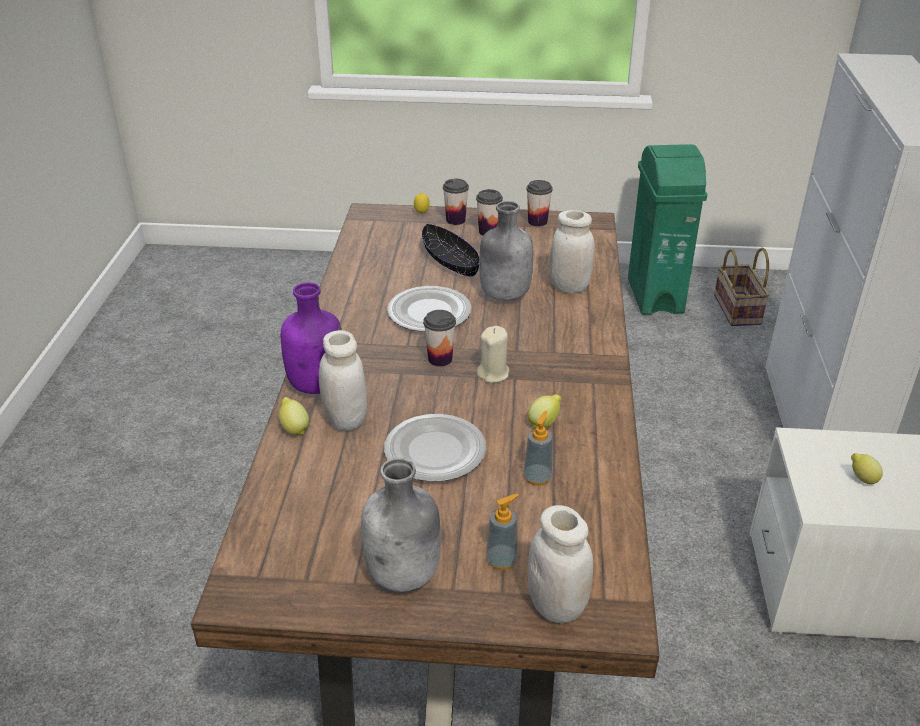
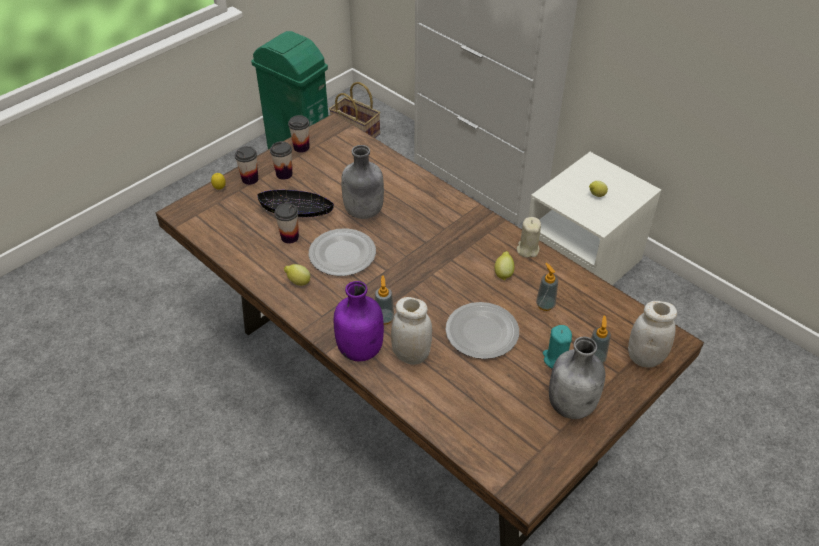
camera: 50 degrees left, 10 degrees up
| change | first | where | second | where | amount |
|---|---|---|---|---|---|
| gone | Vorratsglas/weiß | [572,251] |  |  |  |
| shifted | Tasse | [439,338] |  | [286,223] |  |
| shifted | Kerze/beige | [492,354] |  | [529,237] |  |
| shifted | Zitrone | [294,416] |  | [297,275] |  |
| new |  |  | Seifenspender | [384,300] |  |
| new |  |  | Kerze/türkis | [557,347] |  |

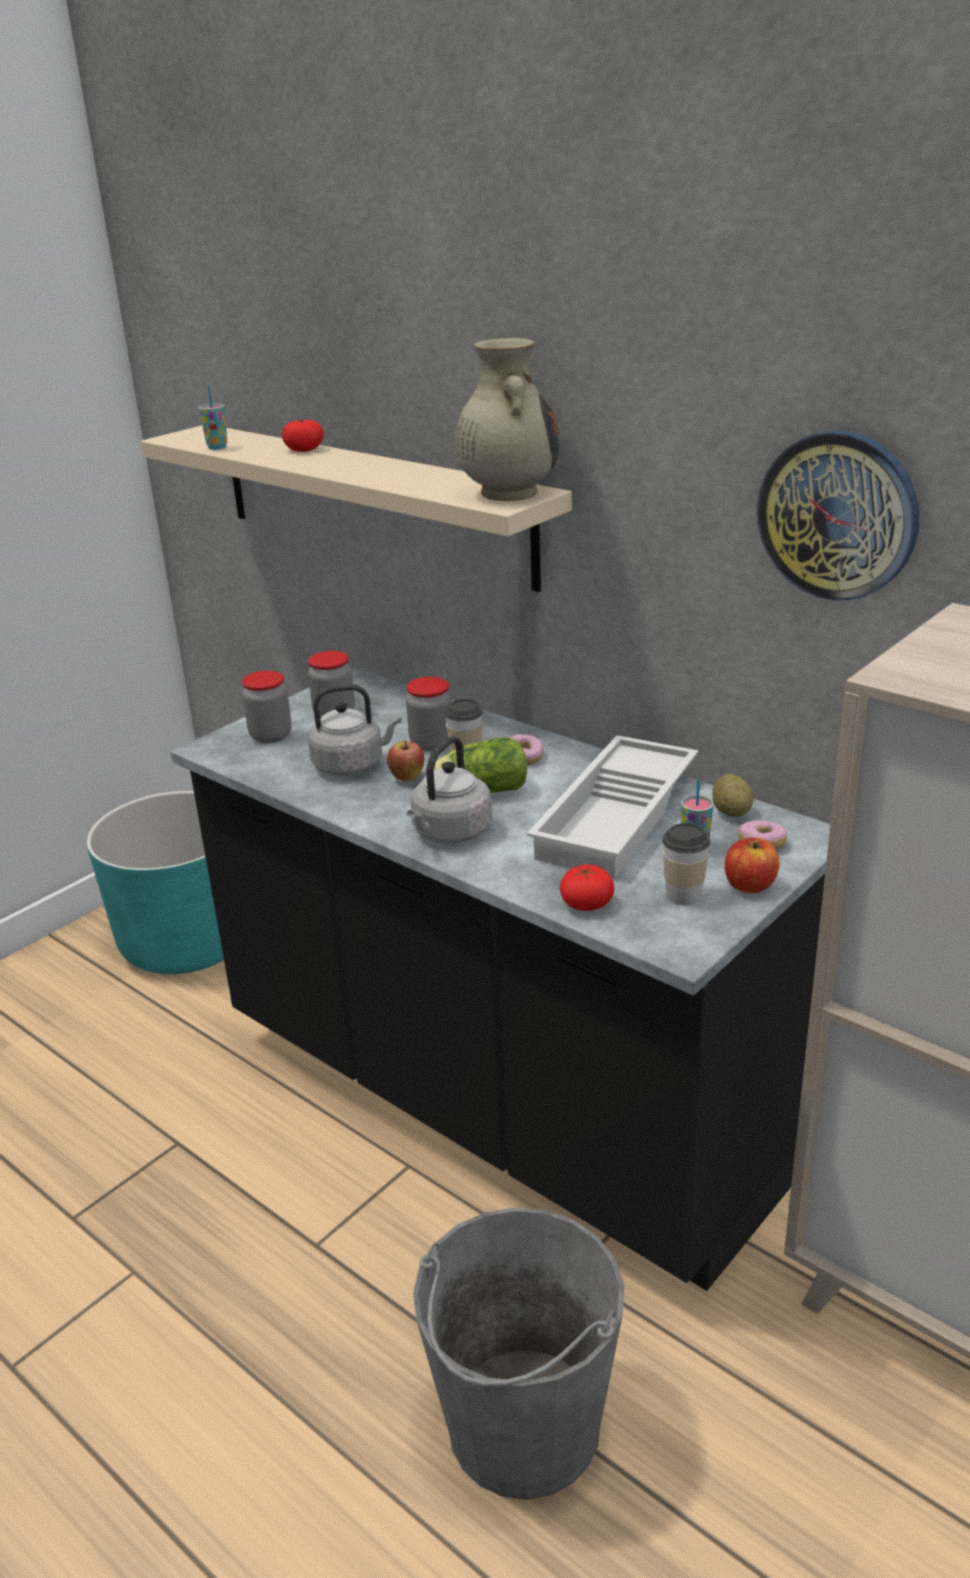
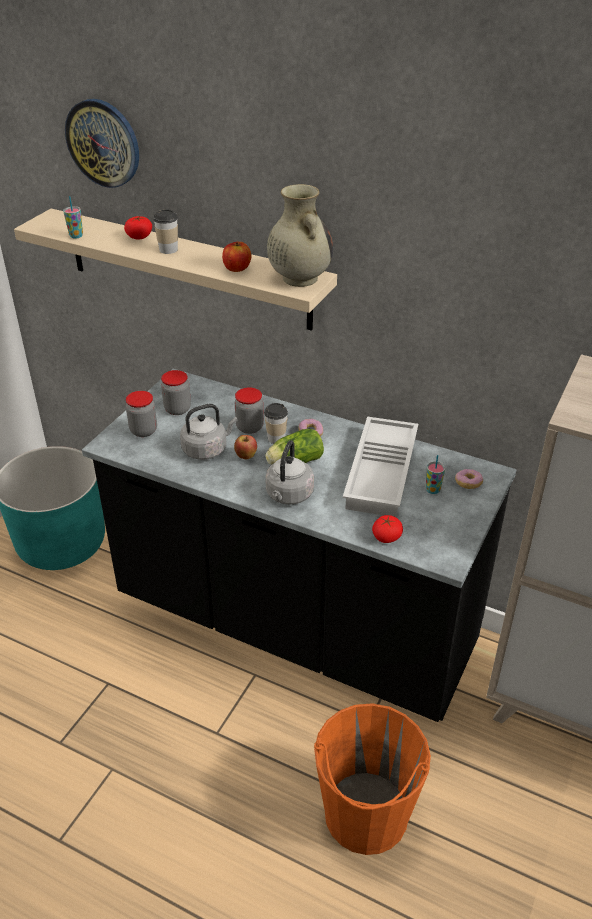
camera: 15 degrees left, 10 degrees up
| change | first | where | second | where | amount |
|---|---|---|---|---|---|
| shifted | Wanduhr | [838,515] |  | [102,143] |  |
| gone | Kartoffel | [733,795] |  |  |  |
| shifted | Tasse | [686,864] |  | [165,232] |  |
| shifted | Apfel | [752,865] |  | [236,257] |  |
| repainted | Eimer/grau | [518,1353] | Eimer/orange | [372,779] |  |

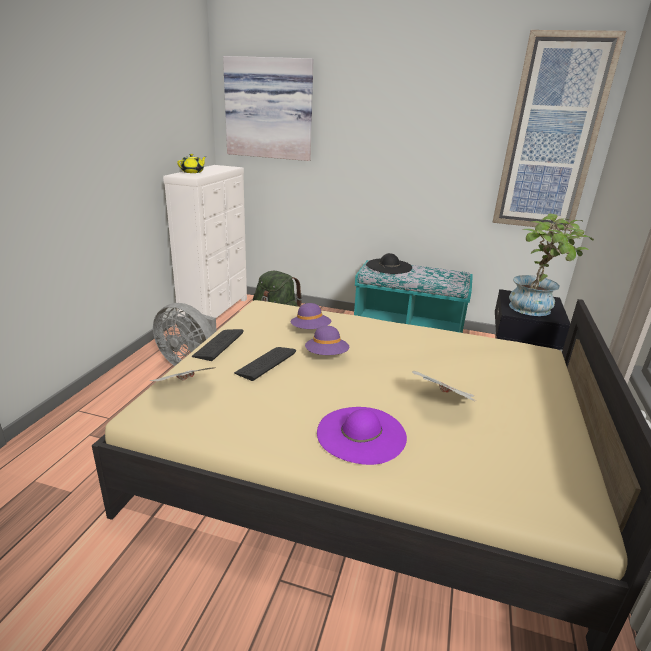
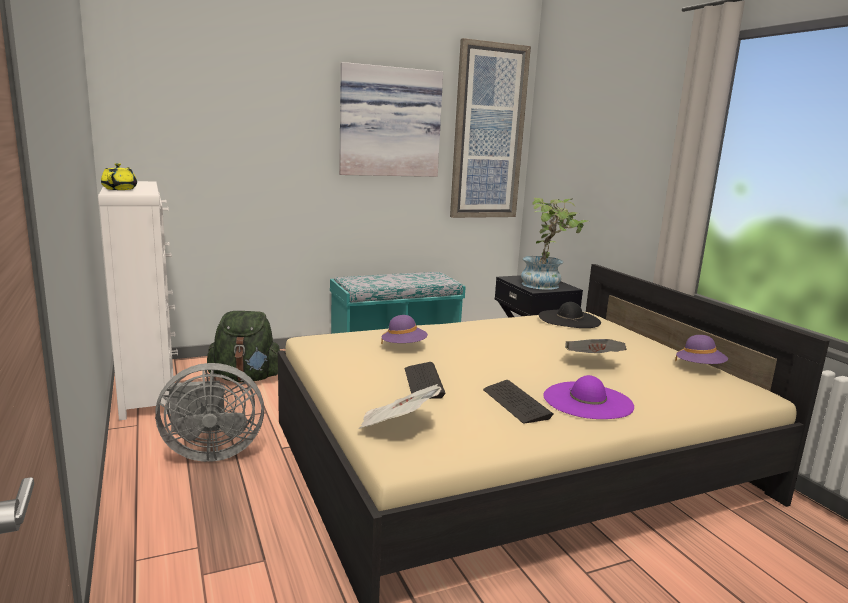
camera: 40 degrees left, 10 degrees down
| change | first | where | second | where | amount |
|---|---|---|---|---|---|
| shifted | Bild | [268,108] |  | [391,119] |  |
| shifted | Hut/schwarz | [389,263] |  | [570,315] |  |
| shifted | Hut/lila | [327,340] |  | [701,349] |  |
| shifted | Tastatur | [217,345] |  | [518,401] |  |

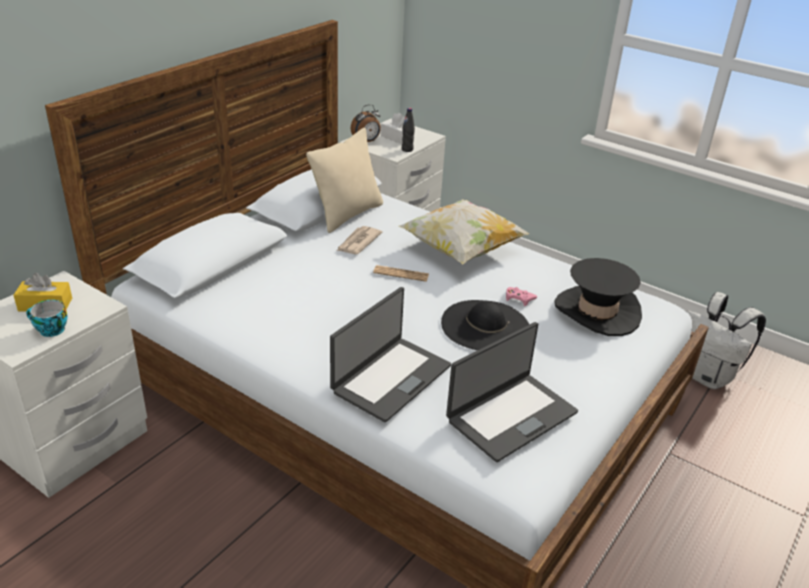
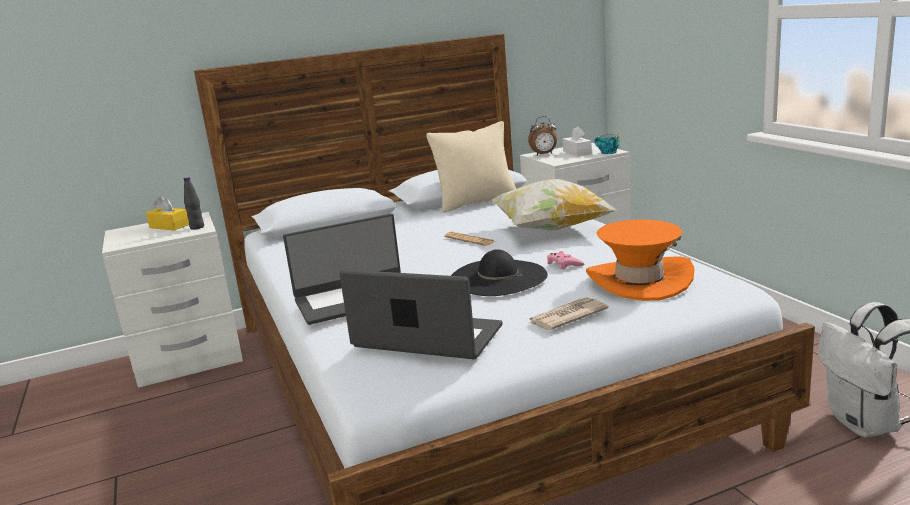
camera: 35 degrees right, 15 degrees down
| change | first | where | second | where | amount |
|---|---|---|---|---|---|
| shifted | Flasche/schwarz | [408,130] |  | [194,203] |  |
| shifted | Zeitung | [359,240] |  | [569,313] |  |
| repainted | Hut/schwarz | [598,297] | Hut/orange | [640,260] |  |
| shifted | Tasse | [47,318] |  | [607,144] |  |
| rotated | Laptop | [512,392] |  | [421,314] | 150 degrees counterclockwise |

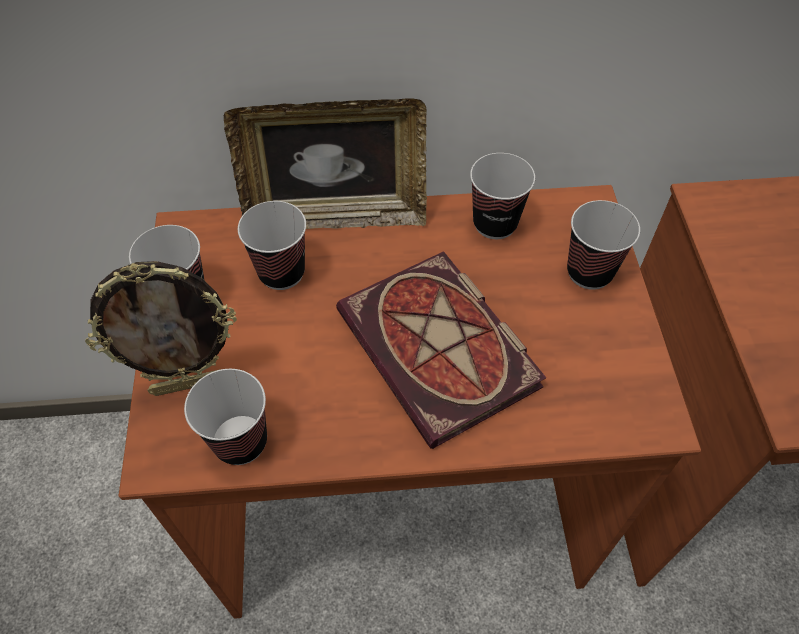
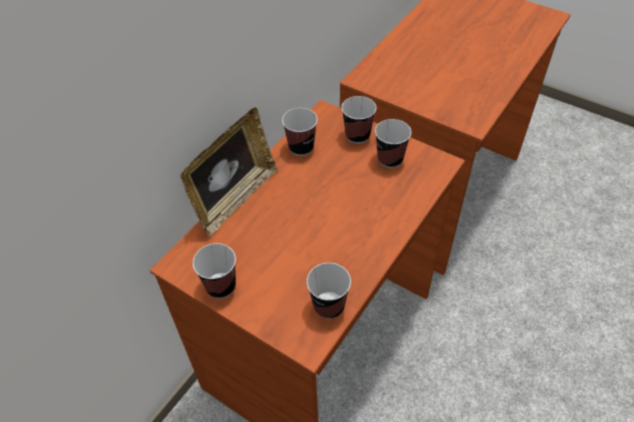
camera: 50 degrees left, 5 degrees down
| change | first | where | second | where | amount |
|---|---|---|---|---|---|
| shifted | Tasse | [272,245] |  | [393,143] |  |
| gone | Buch | [441,350] |  |  |  |
| gone | Bilderrahmen | [161,328] |  |  |  |

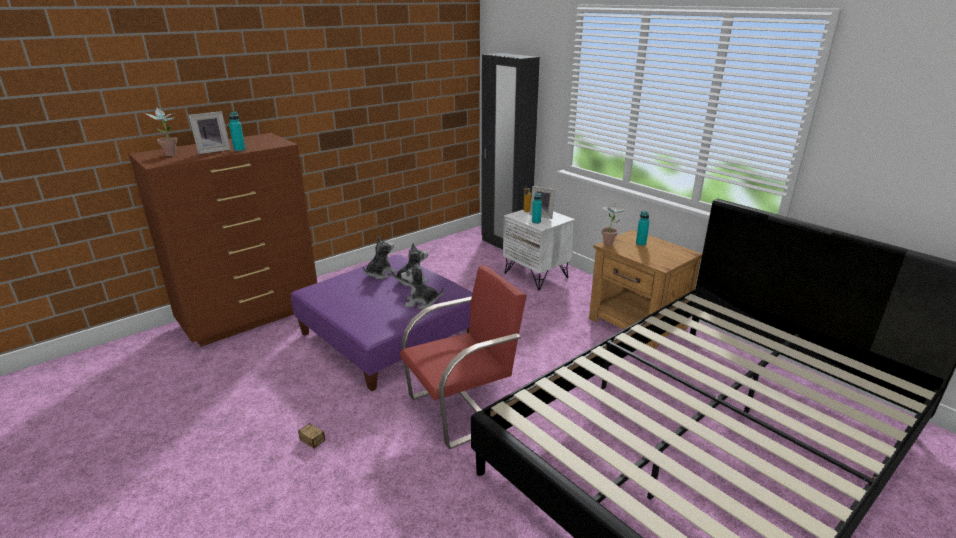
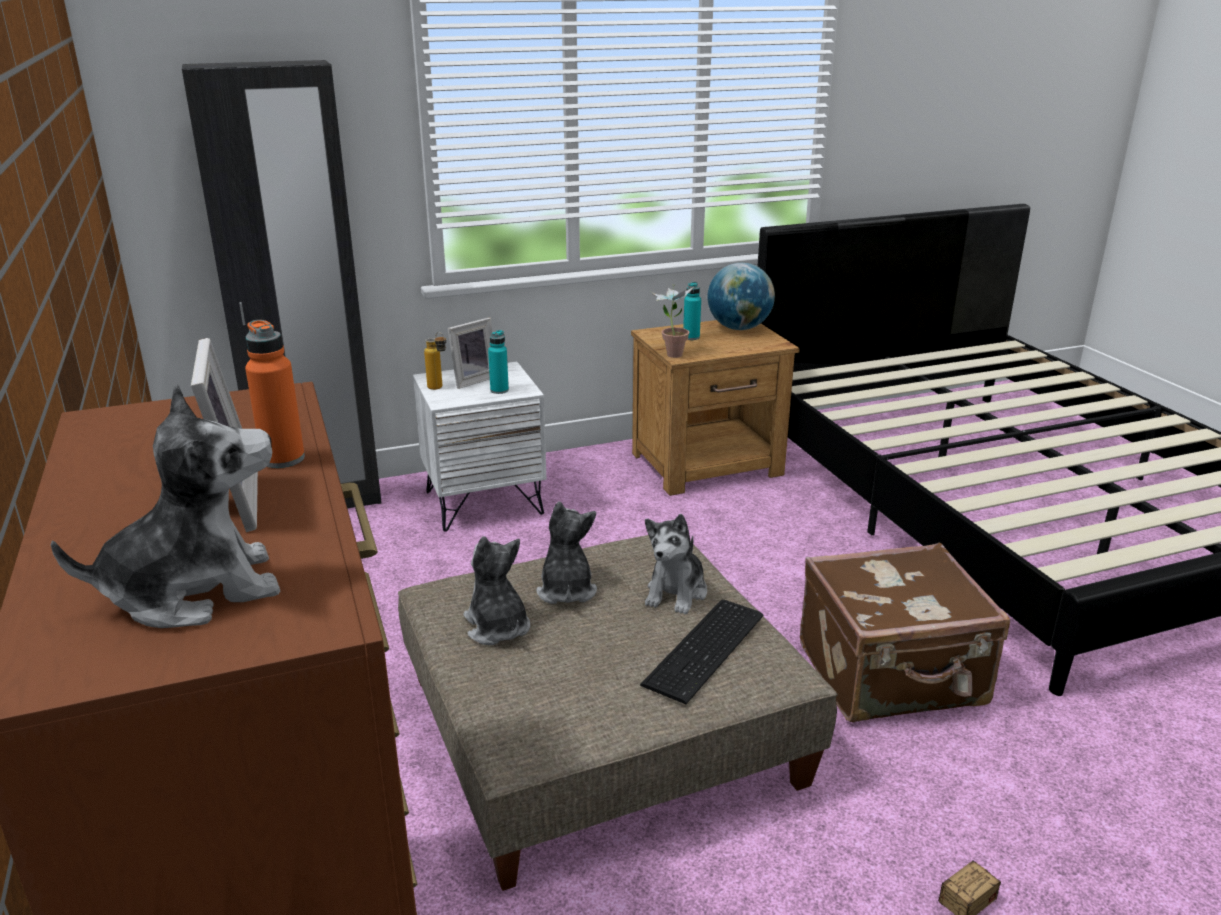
camera: 70 degrees left, 0 degrees up
| change | first | where | second | where | amount |
|---|---|---|---|---|---|
| swapped | Topfpflanze | [161,132] | Plüschtier | [166,506] |  |
| repainted | Flasche/türkis | [237,132] | Flasche/orange | [275,394] |  |
| repainted | Polsterhocker/lila | [381,323] | Polsterhocker/beige | [618,713] |  |
| swapped | Stuhl/rot | [463,357] | Koffer/braun | [905,632] |  |
| new |  |  | Globus | [741,296] |  |
| new |  |  | Tastatur | [701,652] |  |

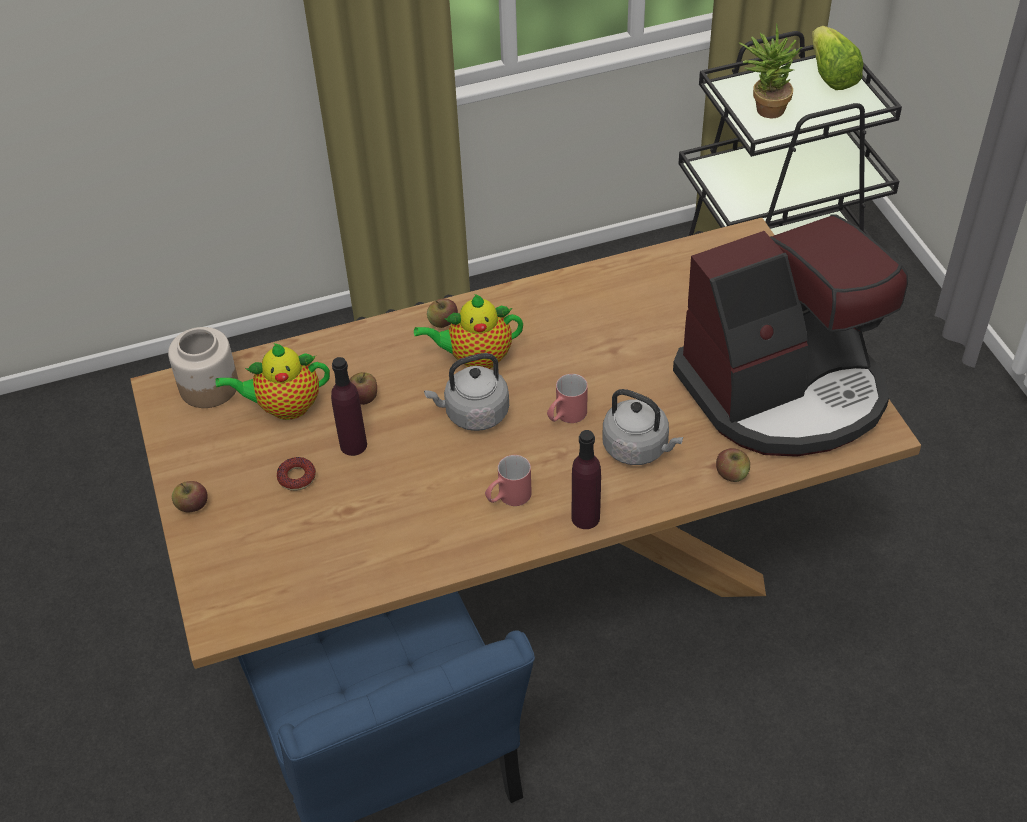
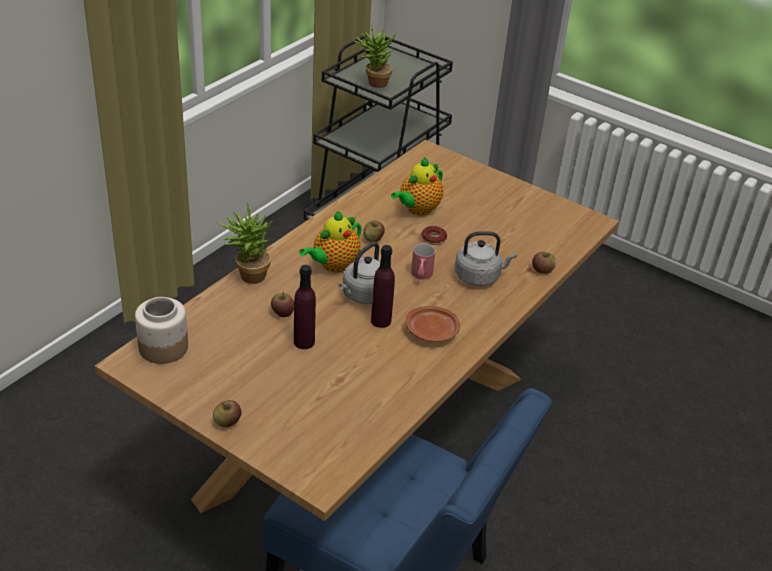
camera: 40 degrees left, 10 degrees down
| change | first | where | second | where | amount |
|---|---|---|---|---|---|
| gone | Salatkopf | [838,58] |  |  |  |
| gone | Kaffeemaschine | [790,335] |  |  |  |
| shifted | Apfel | [442,313] |  | [374,232] |  |
| shifted | Teekanne | [272,381] |  | [417,186] |  |
| shifted | Flasche/lila | [586,479] |  | [383,286] |  |
| swapped | Henkelbecher/rot | [508,480] | Teller/braun | [432,324] |  |
| shifted | Donut | [296,474] |  | [434,235] |  |
| new |  |  | Topfpflanze | [244,243] |  |

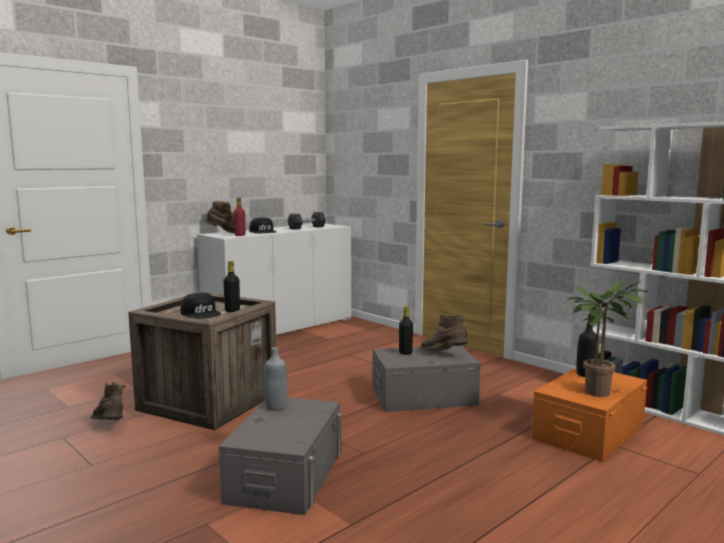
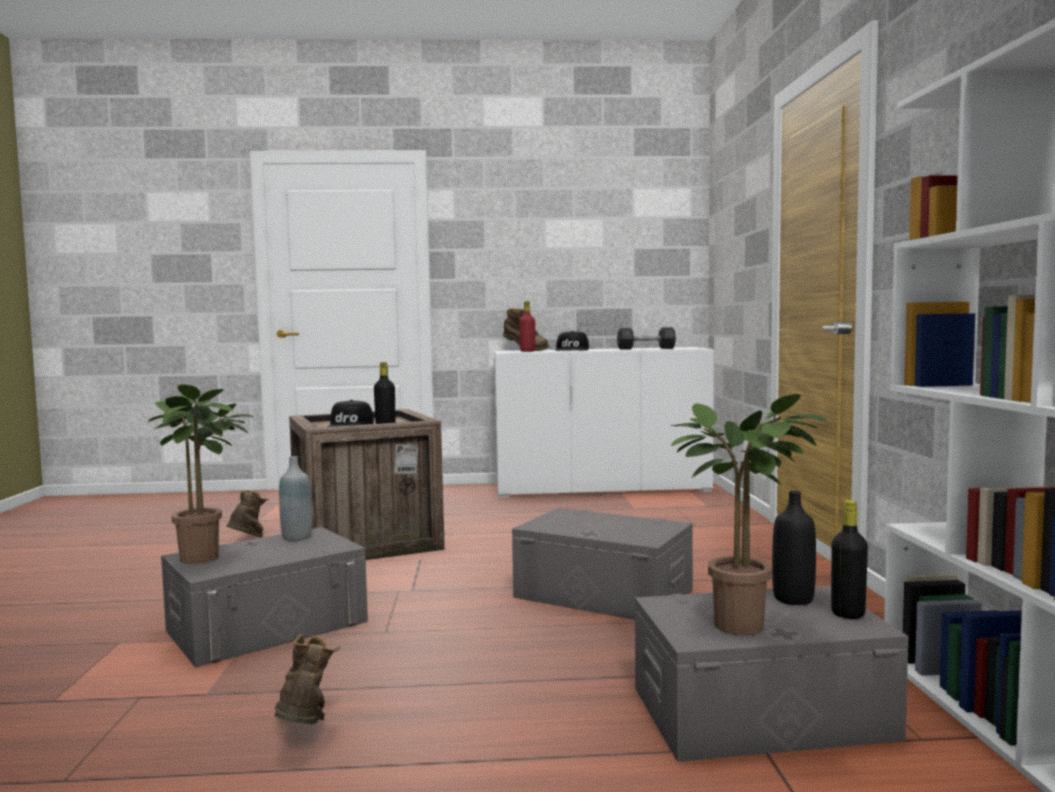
camera: 40 degrees right, 5 degrees down
| change | first | where | second | where | amount |
|---|---|---|---|---|---|
| shifted | Flasche/schwarz | [406,330] |  | [849,559] |  |
| shifted | Stiefel/braun | [444,332] |  | [308,679] |  |
| repainted | Aufbewahrungsbox/orange | [589,415] | Aufbewahrungsbox/grau | [771,673] |  |
| new |  |  | Topfpflanze | [200,474] |  |

